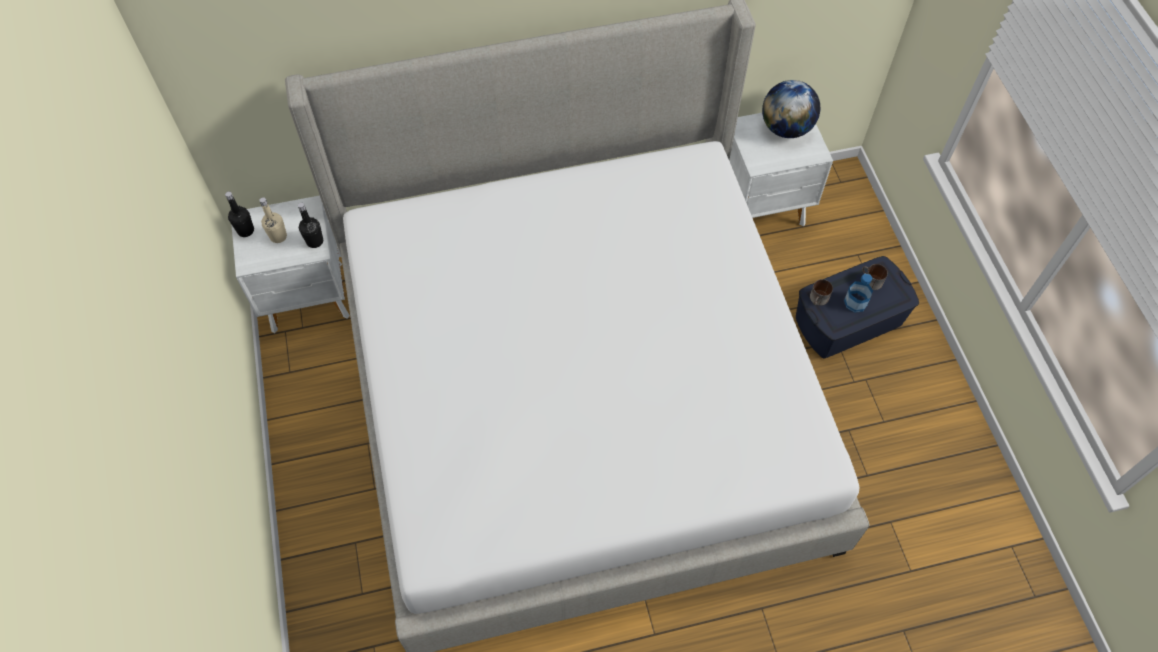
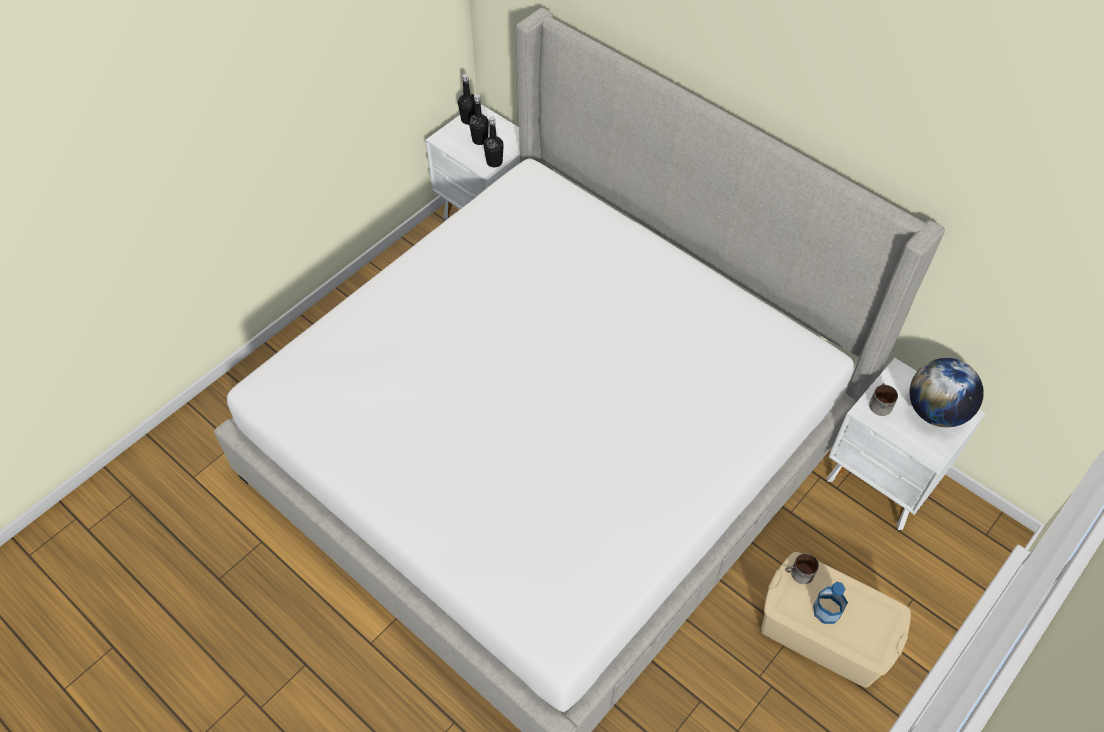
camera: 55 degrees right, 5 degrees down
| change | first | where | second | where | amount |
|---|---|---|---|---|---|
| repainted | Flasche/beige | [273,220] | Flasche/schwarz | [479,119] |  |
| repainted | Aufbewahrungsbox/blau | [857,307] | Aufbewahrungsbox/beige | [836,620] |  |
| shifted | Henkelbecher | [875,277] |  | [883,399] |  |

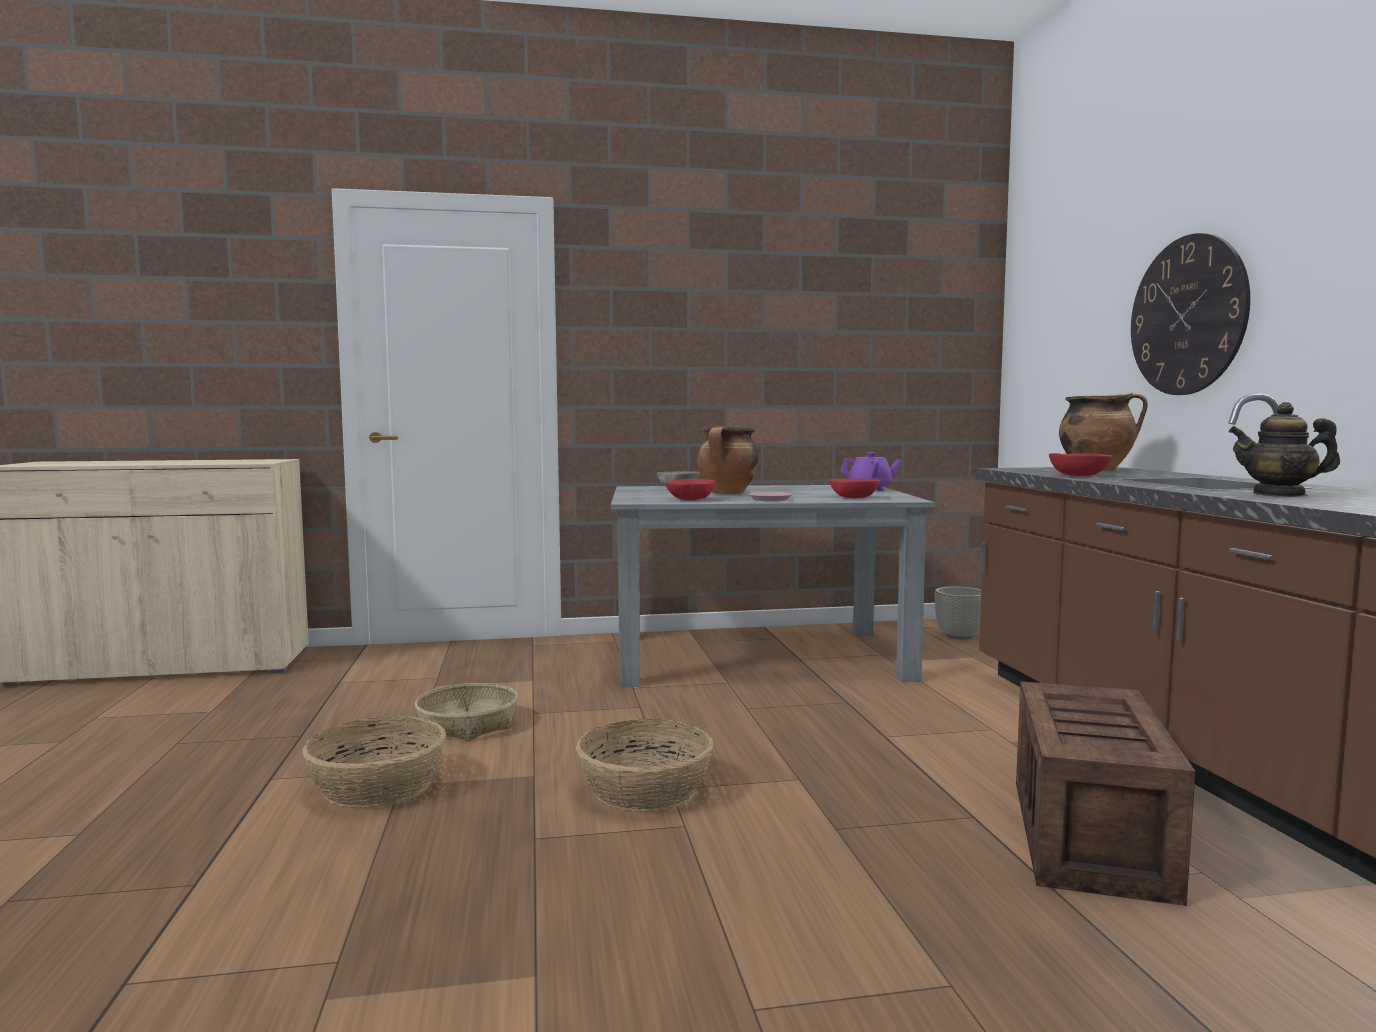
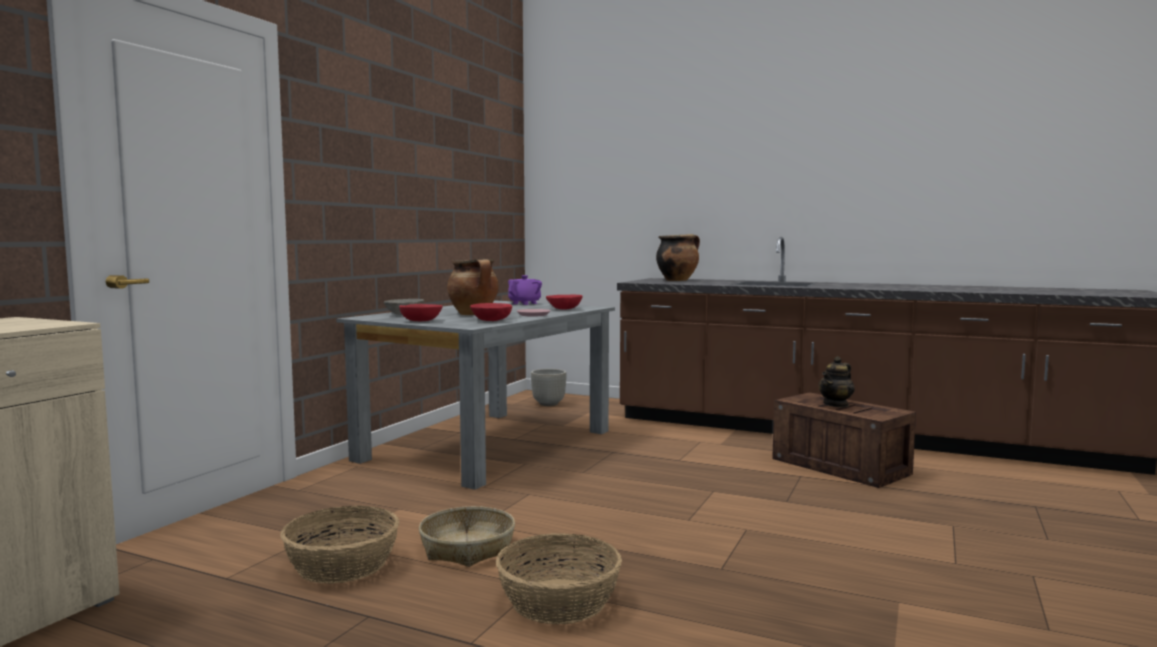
camera: 55 degrees left, 0 degrees up
| change | first | where | second | where | amount |
|---|---|---|---|---|---|
| gone | Wanduhr | [1190,314] |  |  |  |
| shifted | Teekanne | [1284,449] |  | [837,382] |  |
| shifted | Schüssel/rot | [1080,464] |  | [421,312] |  |
| shifted | Korb | [645,765] |  | [340,545] |  |

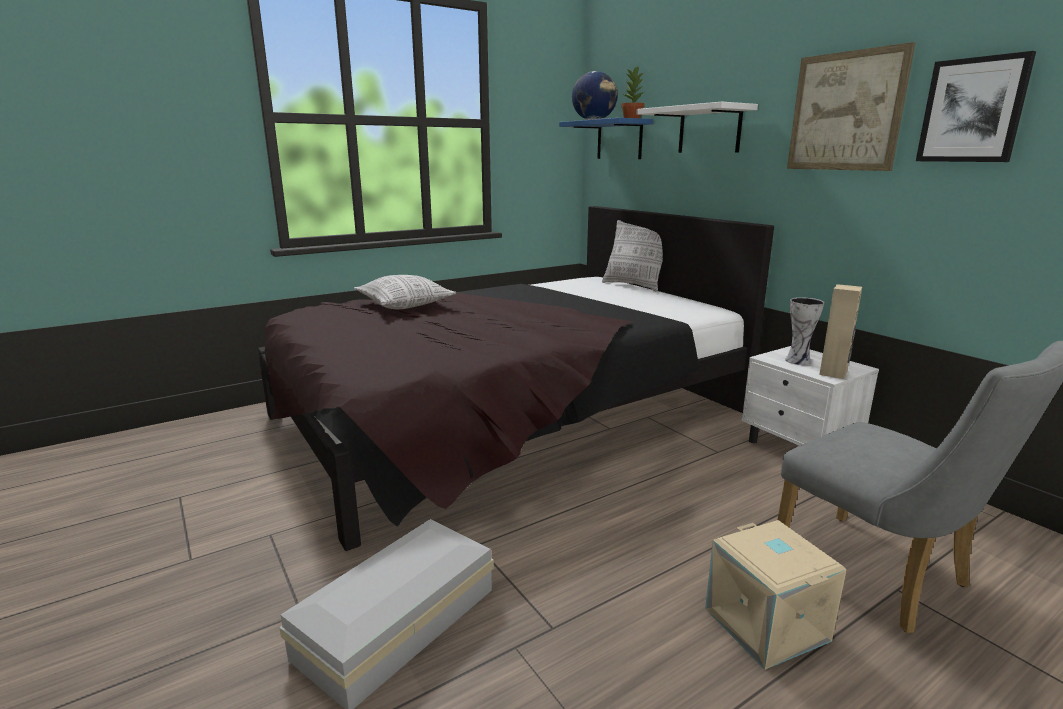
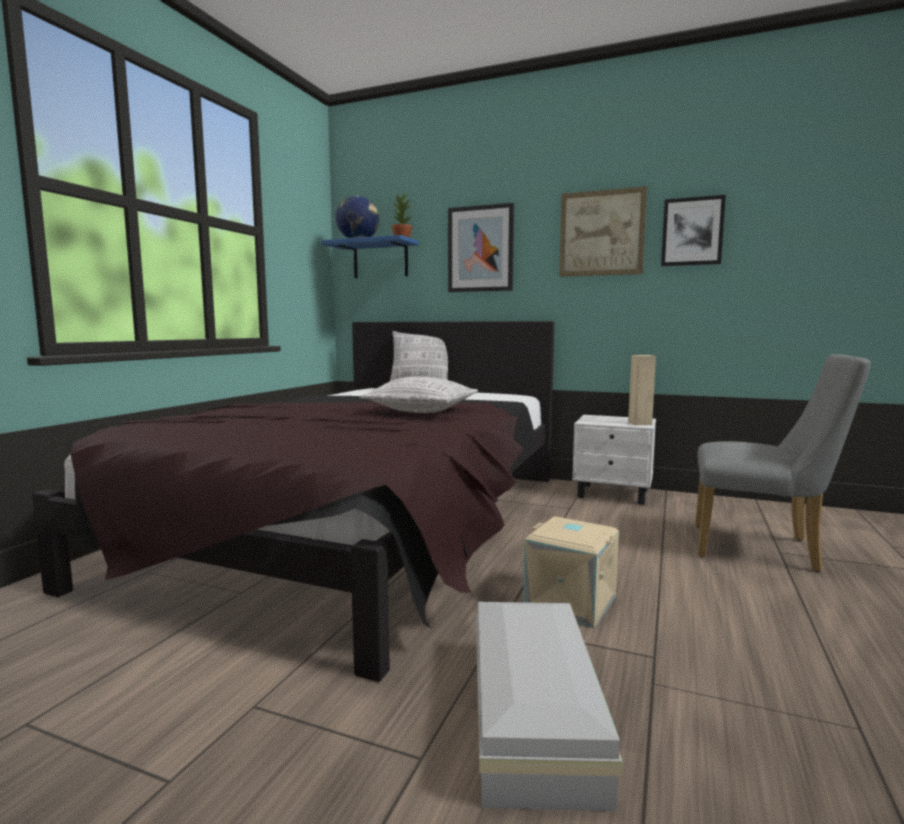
camera: 35 degrees left, 10 degrees down
| change | first | where | second | where | amount |
|---|---|---|---|---|---|
| swapped | Wandregal/weiß | [697,127] | Bild | [481,247] |  |
| shifted | Kissen | [405,292] |  | [418,395] |  |
| gone | Vase | [804,331] |  |  |  |
| shifted | Aufbewahrungsbox/beige | [776,595] |  | [571,572] |  |

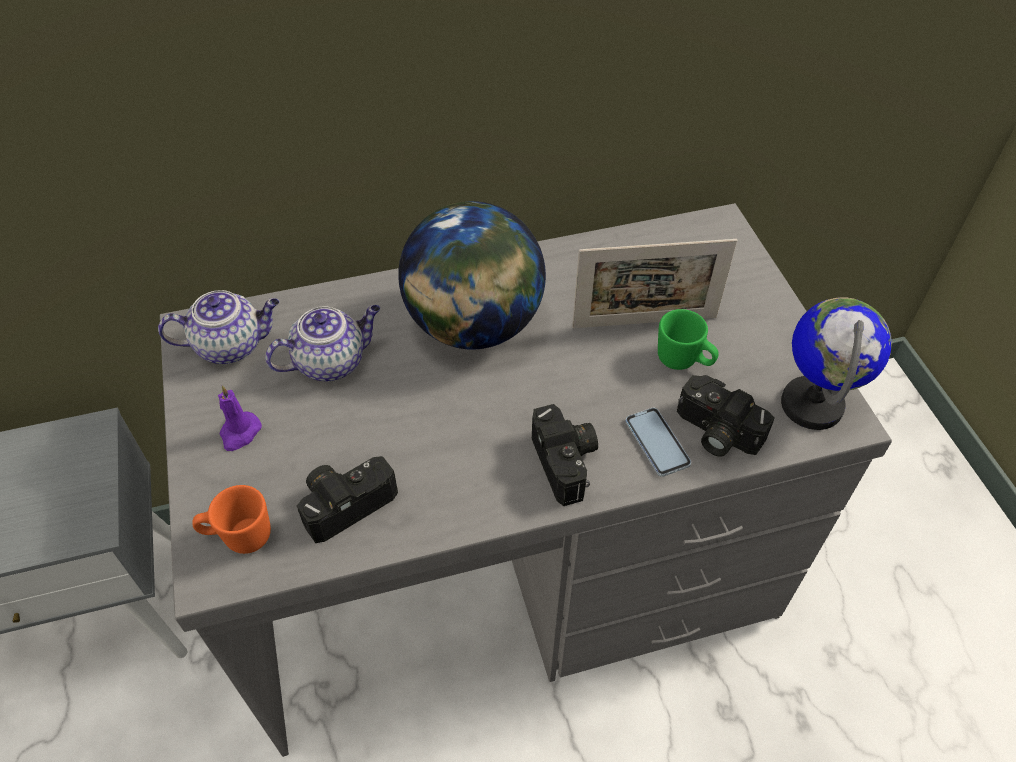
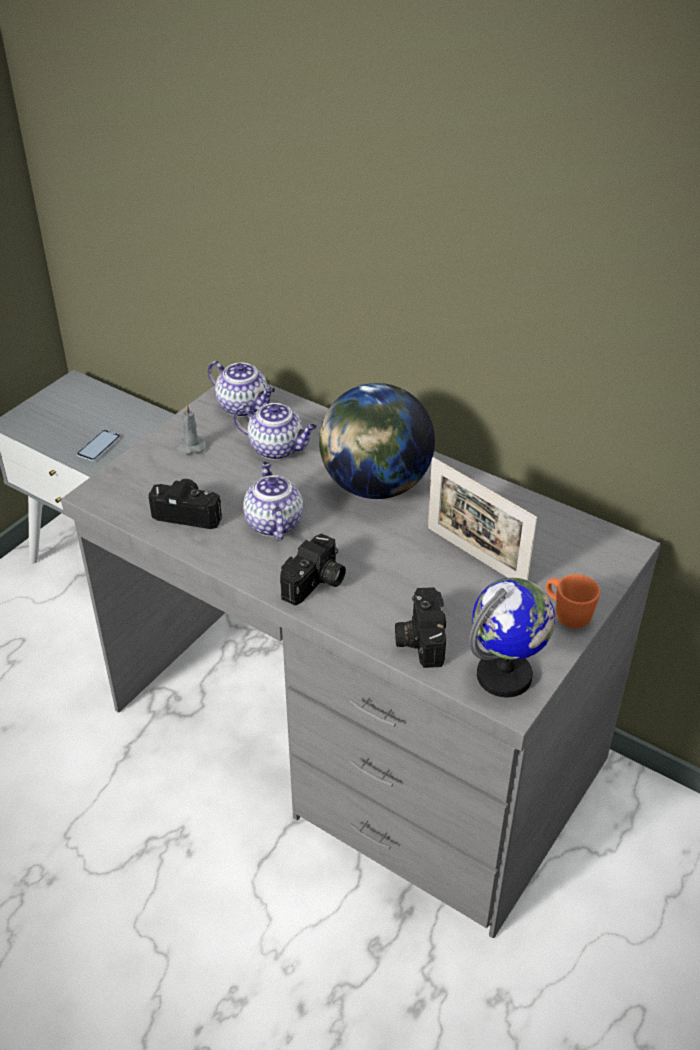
camera: 50 degrees right, 10 degrees down
| change | first | where | second | where | amount |
|---|---|---|---|---|---|
| gone | Henkelbecher/grün | [688,339] |  |  |  |
| repainted | Kerze/lila | [240,418] | Kerze/grau | [190,429] |  |
| shifted | Handy | [658,442] |  | [99,446] |  |
| shifted | Henkelbecher/orange | [231,519] |  | [573,601] |  |
| new |  |  | Teekanne | [273,501] |  |

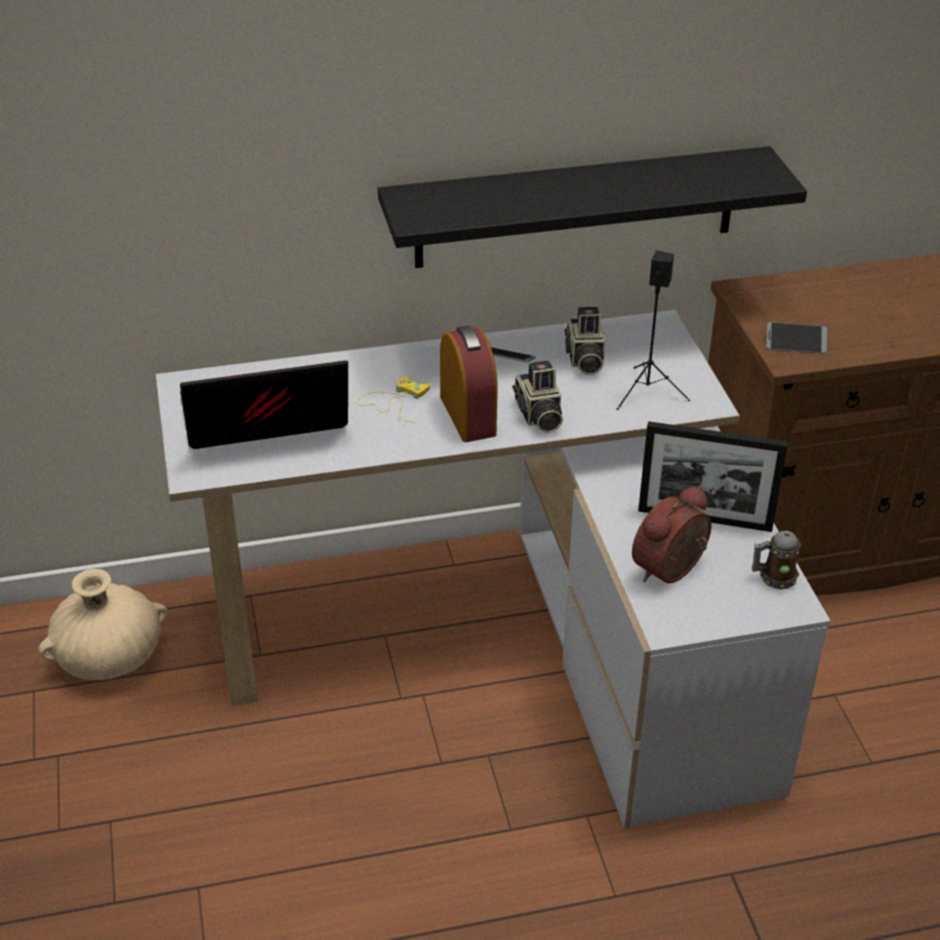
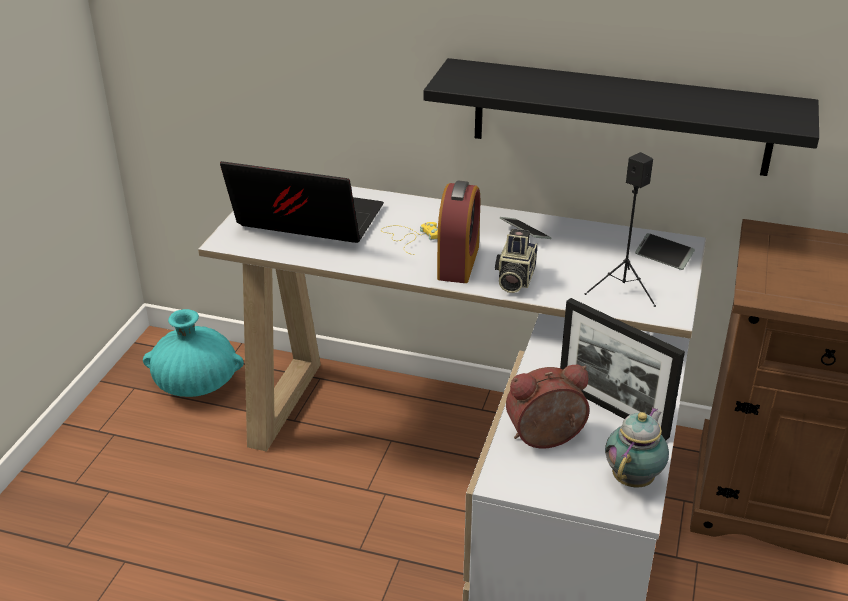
camera: 30 degrees right, 5 degrees down
| change | first | where | second | where | amount |
|---|---|---|---|---|---|
| gone | Kamera | [585,341] |  |  |  |
| shifted | Handy | [796,338] |  | [665,251] |  |
| swapped | Henkelbecher | [776,560] | Teekanne | [637,447] |  |
| repainted | Vase/beige | [103,624] | Vase/türkis | [193,353] |  |

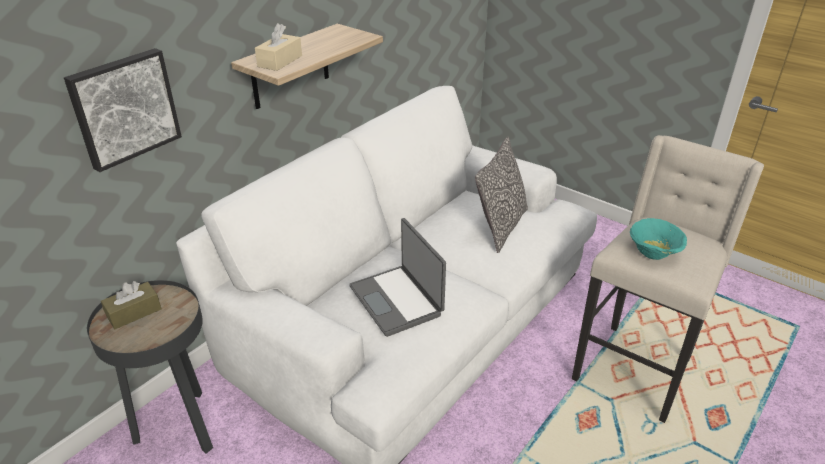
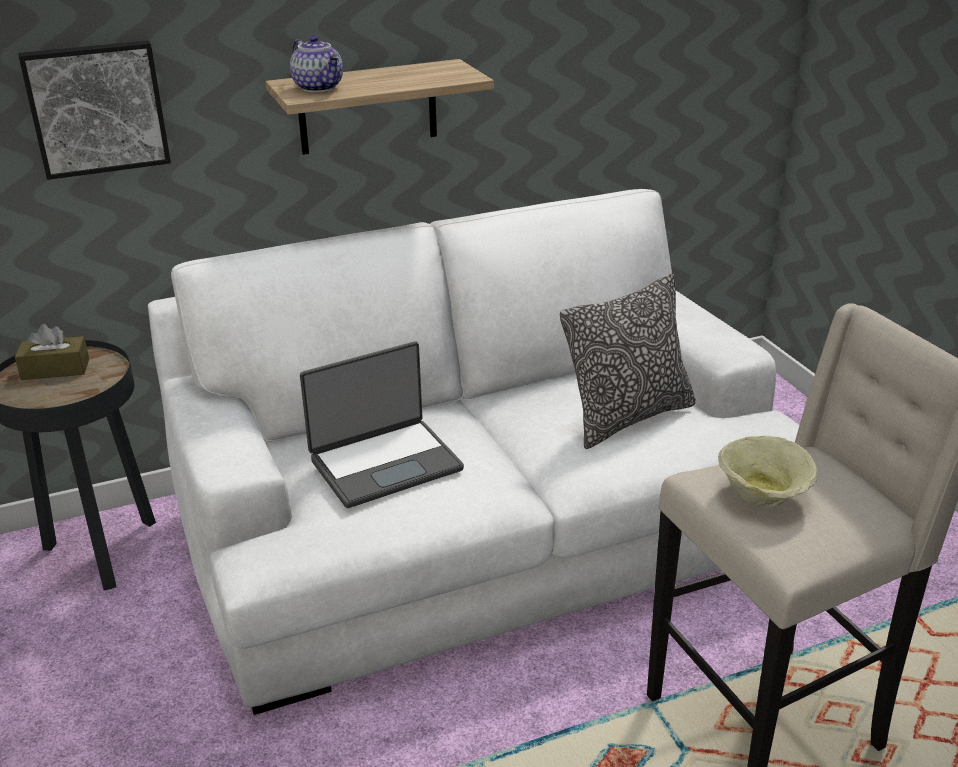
camera: 30 degrees right, 5 degrees down
| change | first | where | second | where | amount |
|---|---|---|---|---|---|
| swapped | Taschentuchbox/beige | [278,47] | Teekanne | [316,63] |  |
| rotated | Laptop | [397,277] |  | [382,424] | 120 degrees counterclockwise |
| repainted | Schüssel/türkis | [658,239] | Schüssel/beige | [768,471] |  |

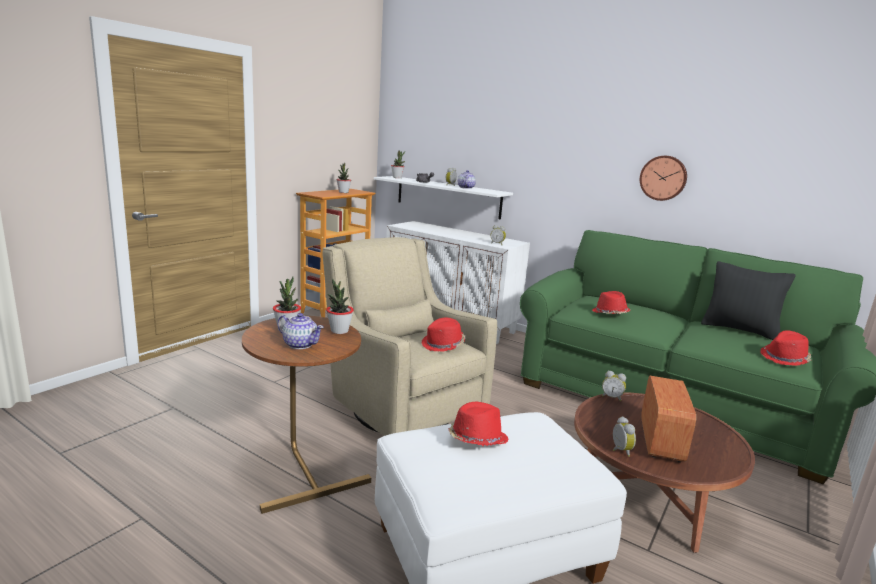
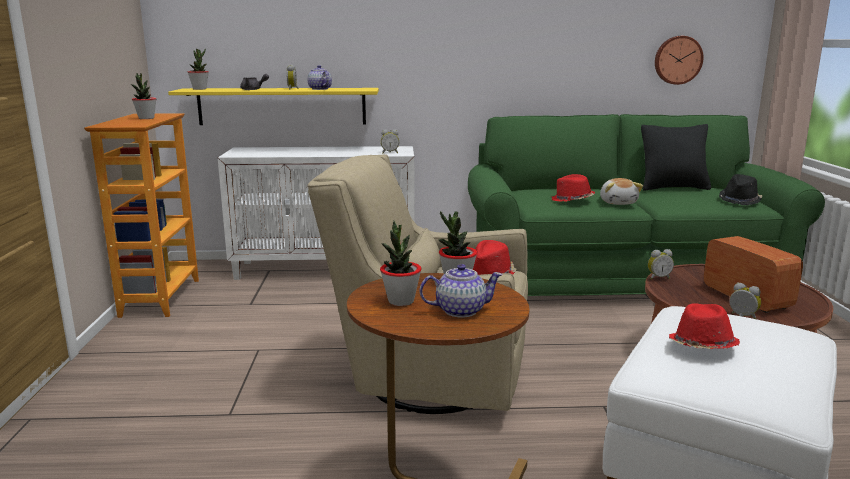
camera: 35 degrees left, 0 degrees up
| change | first | where | second | where | amount |
|---|---|---|---|---|---|
| shifted | Wanduhr | [663,178] |  | [679,60] |  |
| repainted | Wandregal/weiß | [443,198] | Wandregal/gelb | [273,106] |  |
| repainted | Hut/rot | [785,348] | Hut/schwarz | [741,189] |  |
| new |  |  | Plüschtier | [621,191] |  |

